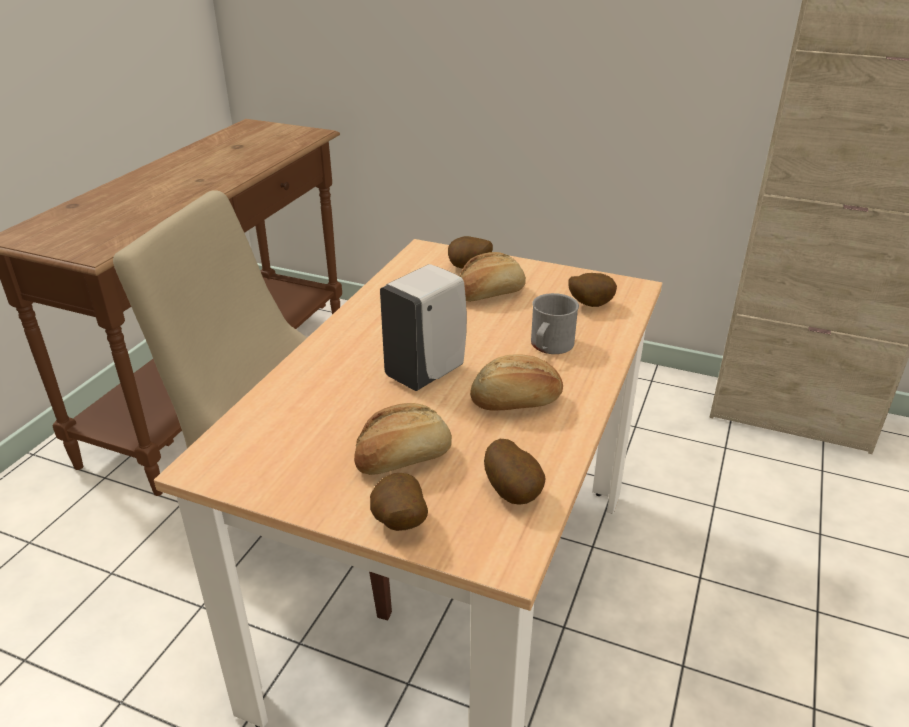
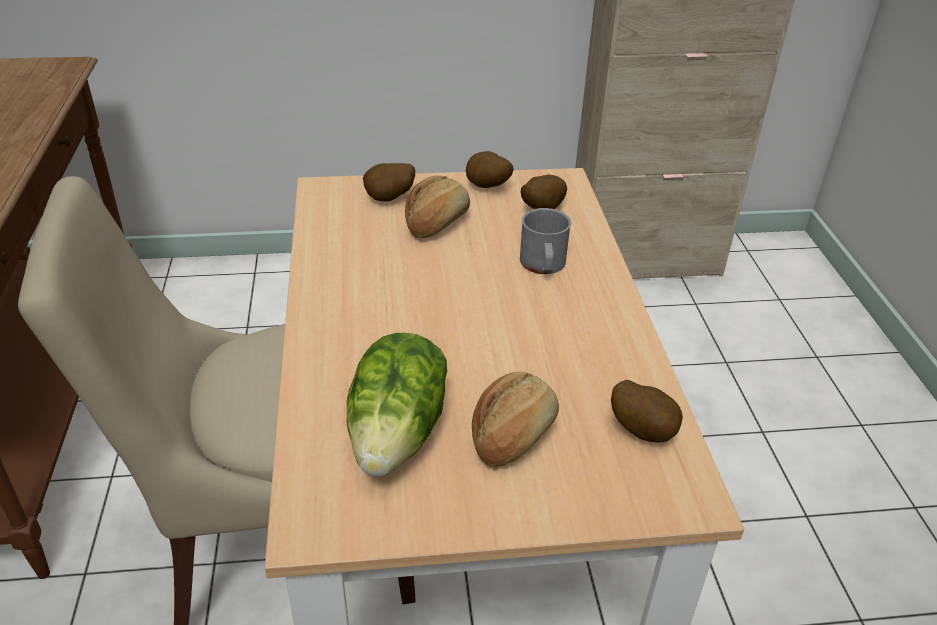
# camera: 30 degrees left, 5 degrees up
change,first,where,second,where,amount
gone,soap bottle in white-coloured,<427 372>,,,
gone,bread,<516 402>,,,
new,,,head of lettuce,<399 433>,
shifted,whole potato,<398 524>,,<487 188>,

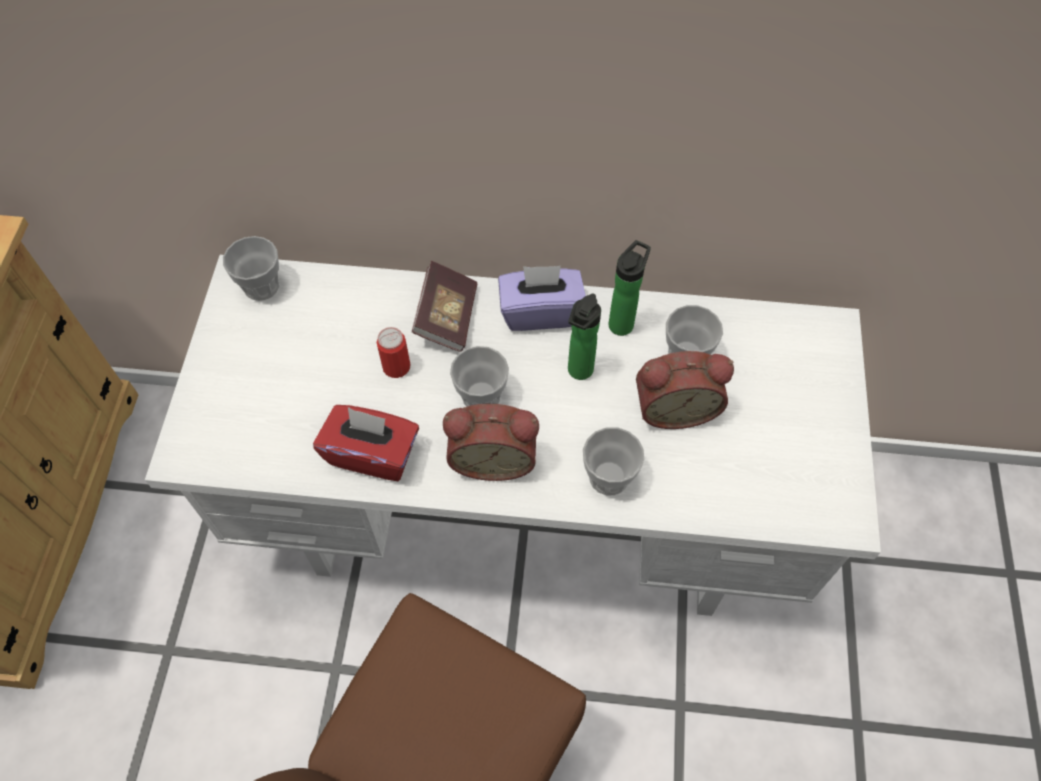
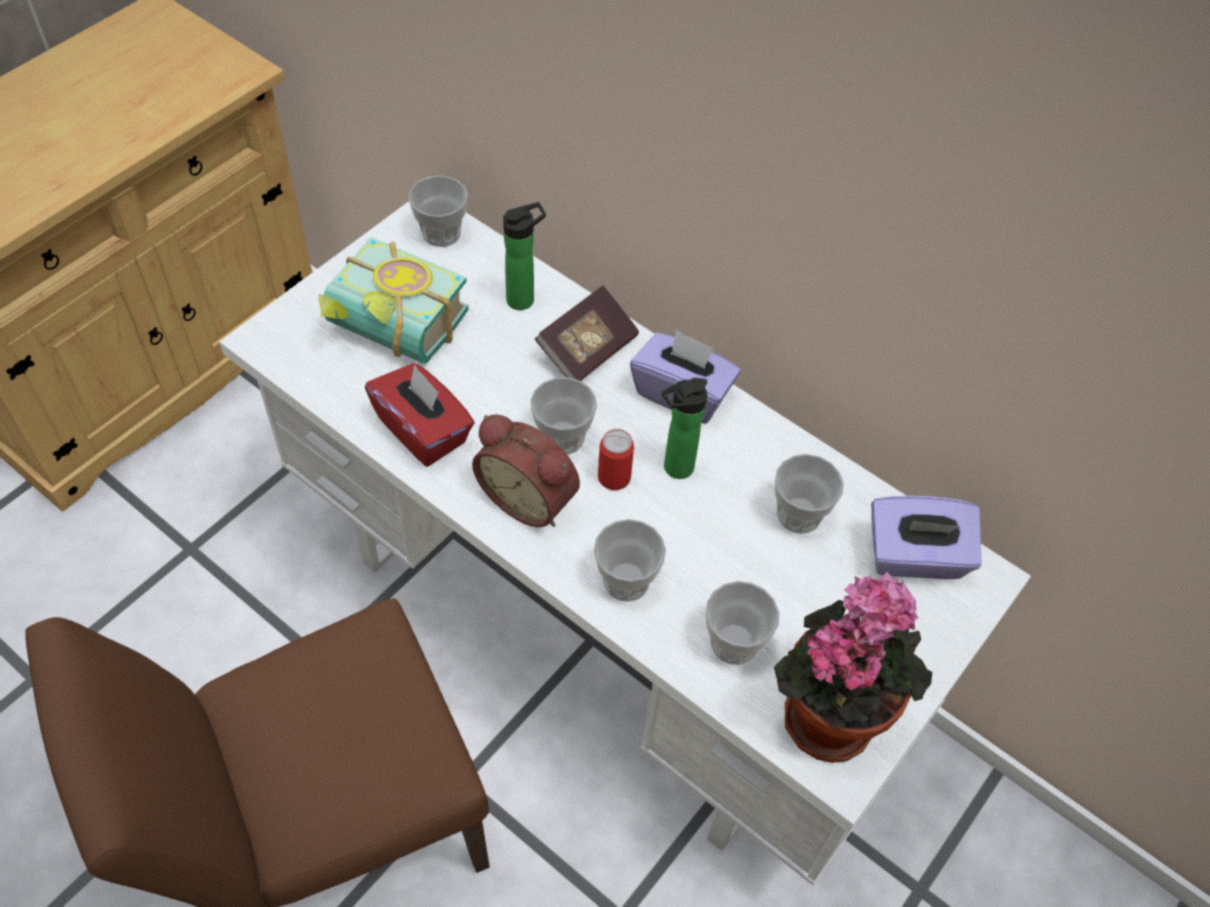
# camera: 30 degrees right, 5 degrees down
change,first,where,second,where,amount
gone,bedside clock,<674 407>,,,
new,,,book,<390 332>,
new,,,small cup,<734 643>,
new,,,potted plant,<830 712>,
new,,,box of tissues in purplish,<915 557>,
shifted,metal can,<396 366>,,<614 477>,
shifted,beverage bottle,<623 322>,,<524 299>,

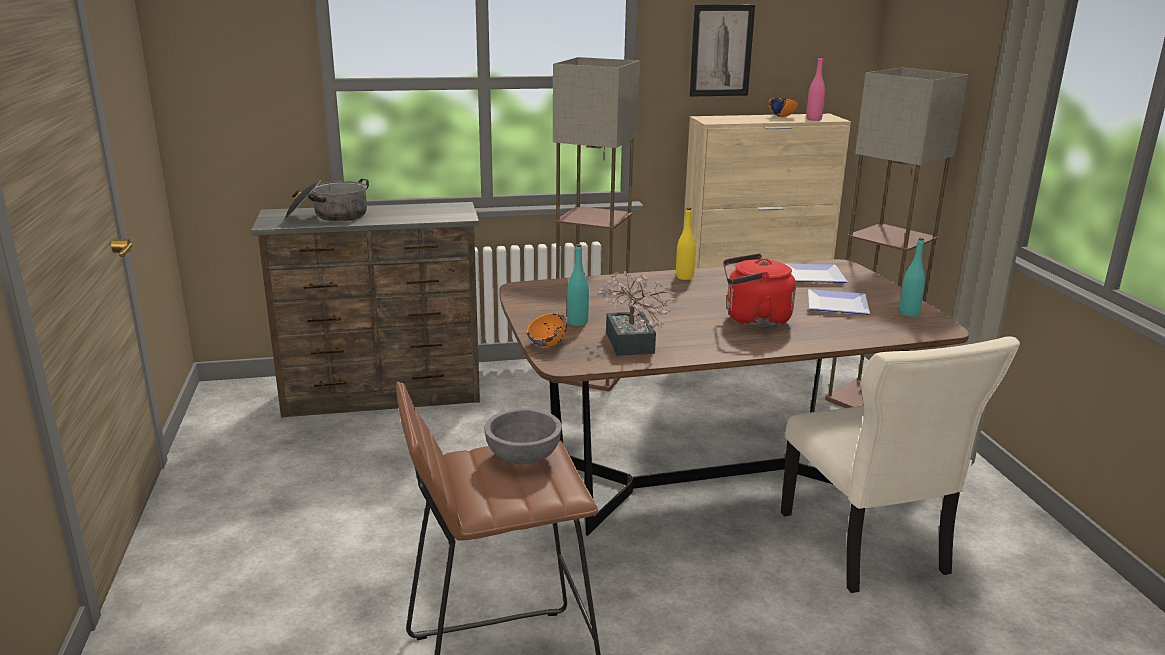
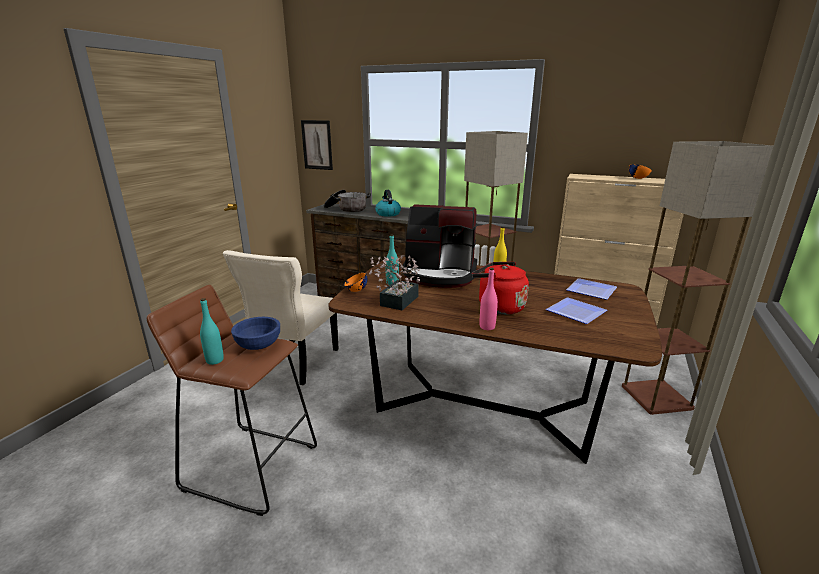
# camera: 35 degrees right, 0 degrees up
change,first,where,second,where,amount
new,,,kettle,<387 214>,
new,,,coffee maker,<440 274>,
shifted,wall picture,<721 50>,,<317 145>,
shifted,chair in sand-coloured,<865 546>,,<294 363>,
shifted,beverage bottle in pinkish,<814 119>,,<487 327>,
shifted,beverage bottle in turquoise-coloured,<909 313>,,<215 360>,
repainted,deep dish in gray,<522 457>,deep dish in blue,<258 345>,

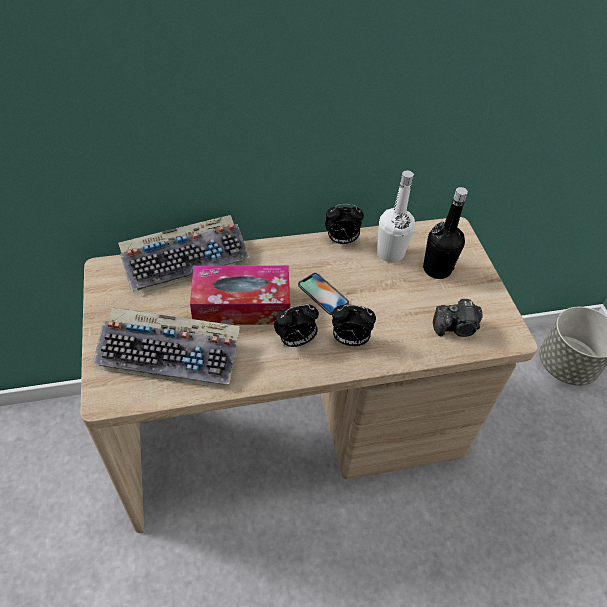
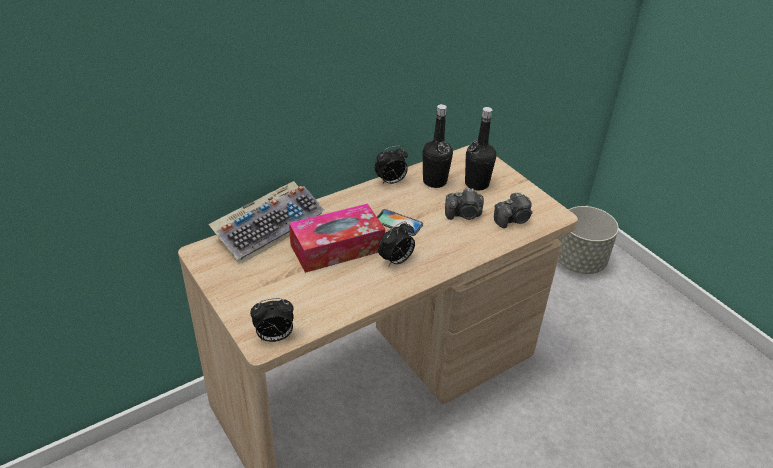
# camera: 20 degrees left, 10 degrees down
change,first,where,second,where,amount
gone,keyboard,<172 354>,,,
new,,,photo camera,<464 215>,
shifted,bedside clock,<349 340>,,<274 337>,
repainted,beverage bottle in white-coloured,<390 253>,beverage bottle in black-coloured,<434 181>,

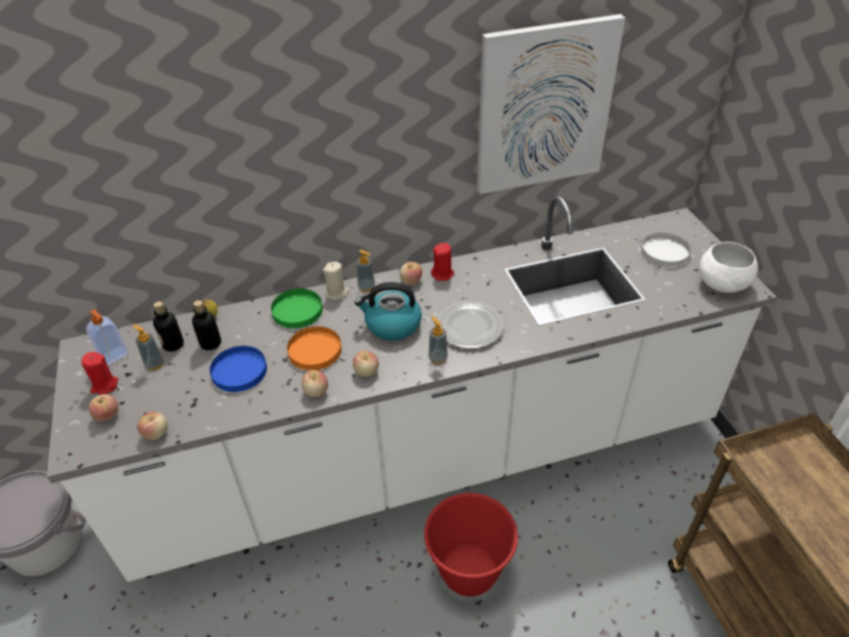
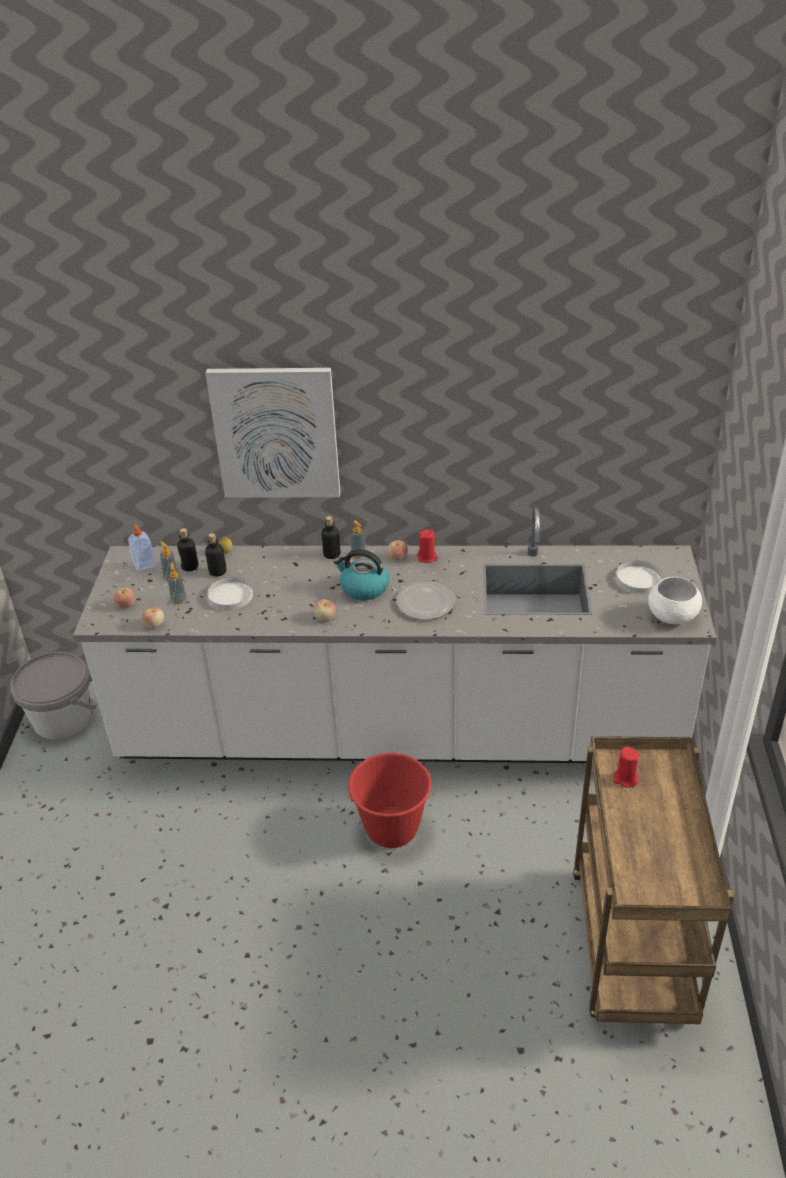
# camera: 20 degrees right, 5 degrees down
change,first,where,second,where,amount
gone,plate in green-coloured,<297 311>,,,
gone,plate in orange,<315 350>,,,
gone,whole apple,<316 391>,,,
shifted,wax light in reddish,<104 386>,,<625 779>,
shifted,soap bottle,<438 358>,,<179 600>,
shifted,wall picture,<544 107>,,<276 433>,
swapped,wax light in sand-coloured,<336 293>,beverage bottle,<332 554>,
repainted,plate in blue,<239 370>,plate in white-coloured,<230 596>,

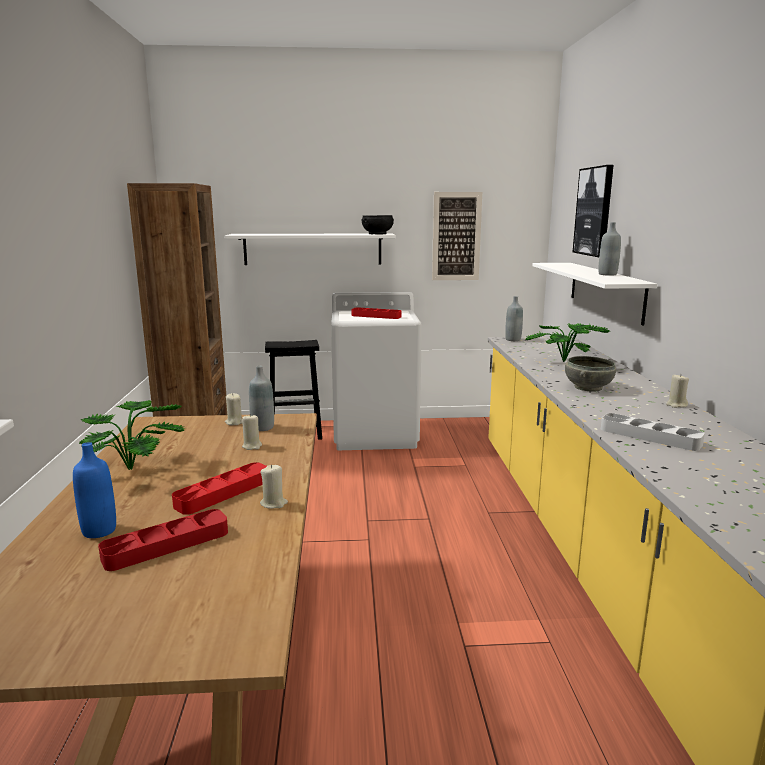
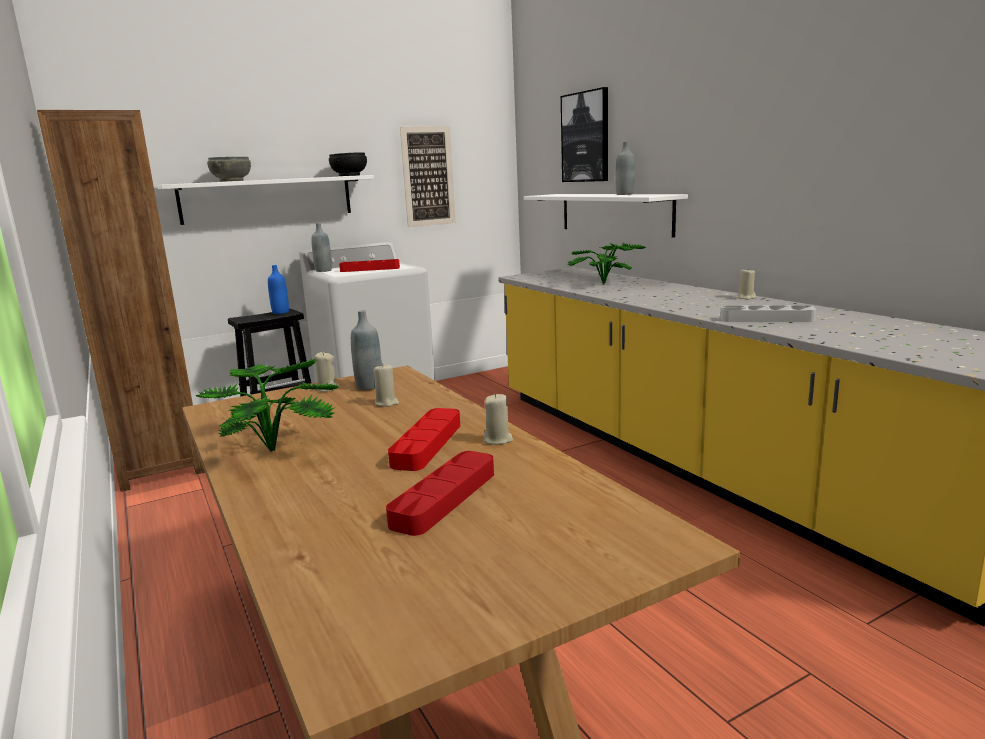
# camera: 25 degrees left, 0 degrees up
change,first,where,second,where,amount
shifted,beverage bottle in blue,<99 530>,,<280 312>,
shifted,beverage bottle in gray,<513 339>,,<323 270>,
shifted,deep dish in gray,<587 387>,,<231 181>,

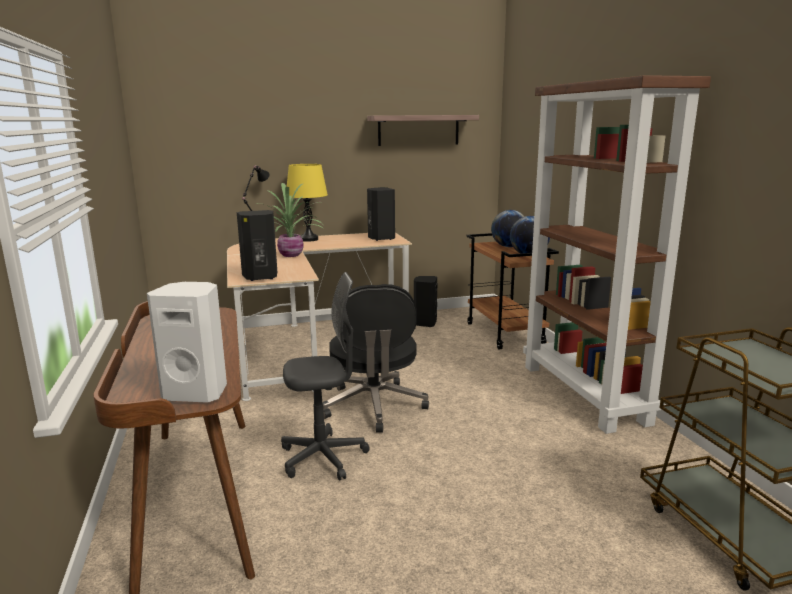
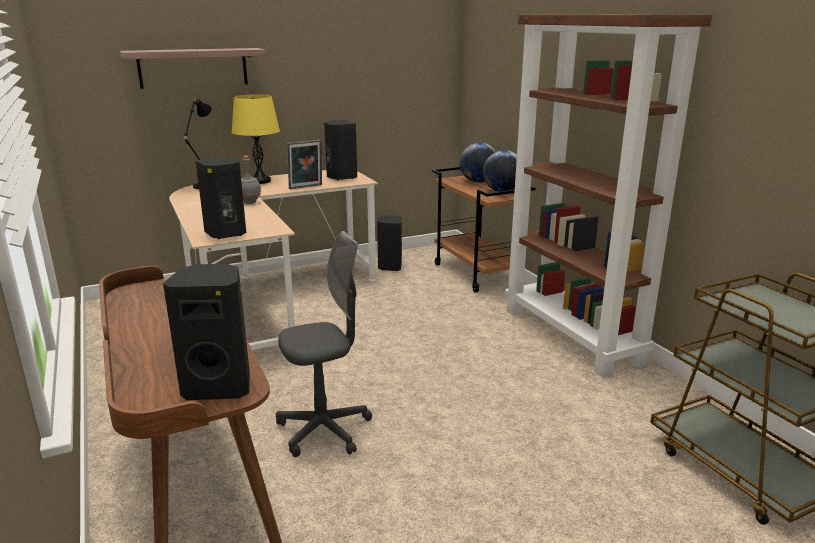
# camera: 10 degrees left, 5 degrees up
change,first,where,second,where,amount
gone,desk chair in black-coloured,<374 406>,,,
new,,,picture frame,<306 187>,
shifted,wall shelf,<418 130>,,<193 68>,
swapped,potted plant,<292 255>,beverage bottle in gray,<250 202>,
repainted,audio speaker in white-coloured,<197 392>,audio speaker in black-coloured,<219 386>,

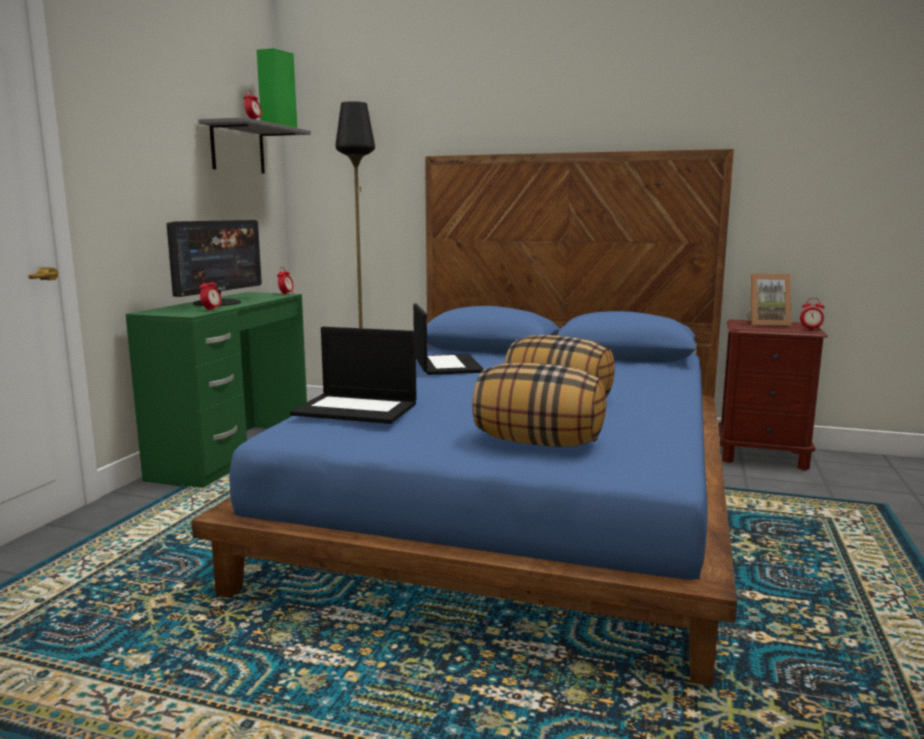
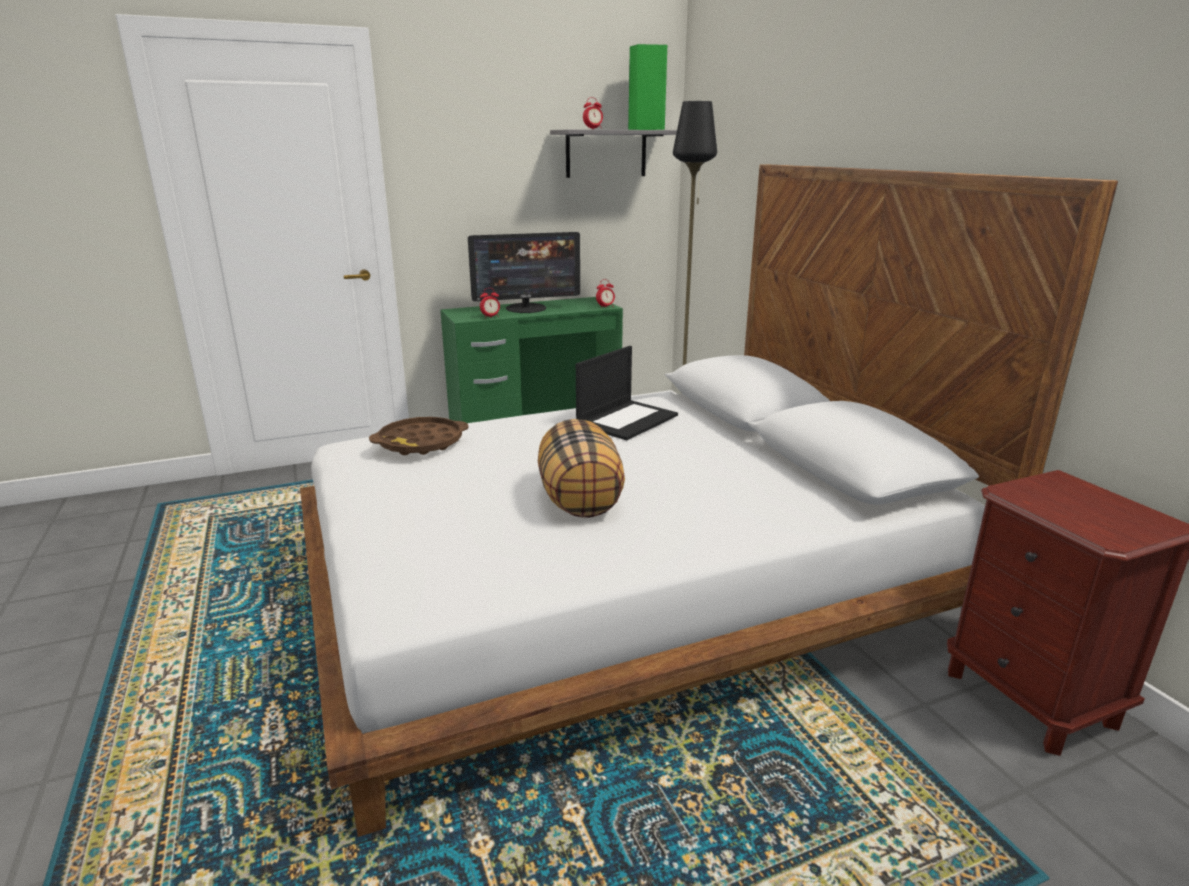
# camera: 50 degrees right, 10 degrees up
change,first,where,second,where,amount
gone,cushion,<538 443>,,,
gone,picture frame,<766 324>,,,
gone,bedside clock,<811 329>,,,
swapped,notebook computer,<357 409>,carrying tray in brown-coloured,<421 443>,
repainted,bed in blue,<521 501>,bed in white-coloured,<621 589>,

